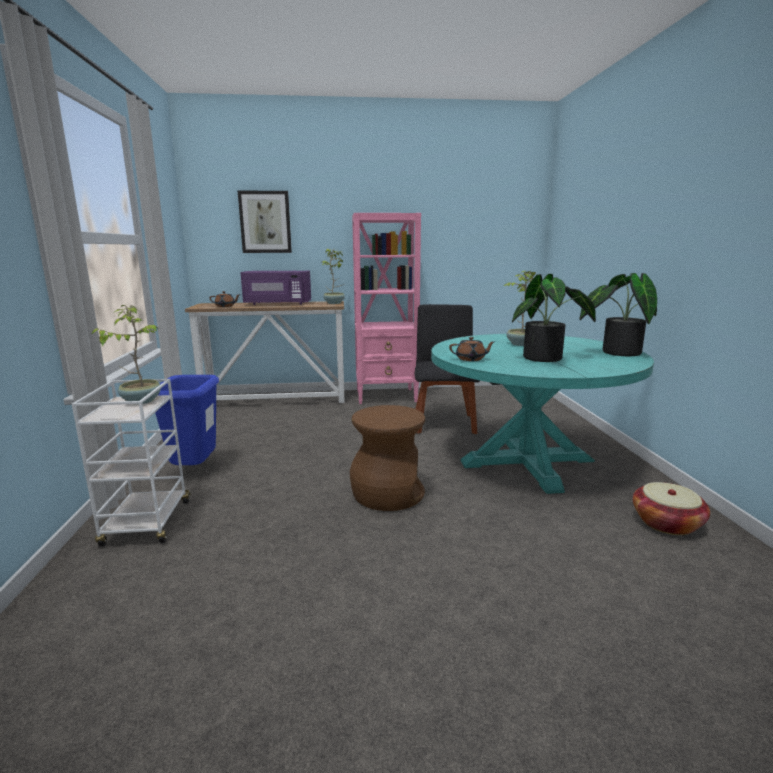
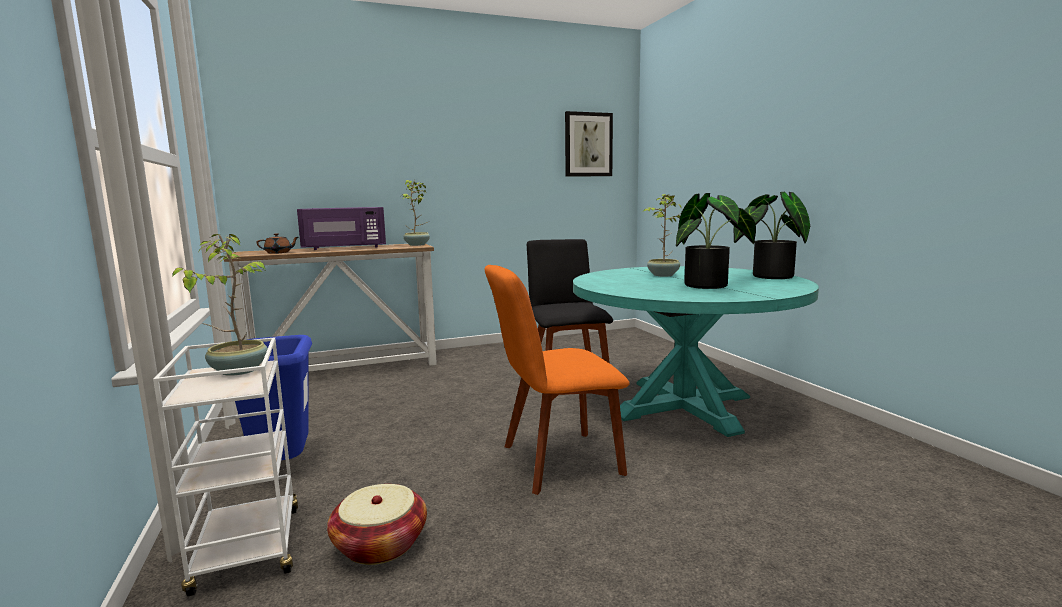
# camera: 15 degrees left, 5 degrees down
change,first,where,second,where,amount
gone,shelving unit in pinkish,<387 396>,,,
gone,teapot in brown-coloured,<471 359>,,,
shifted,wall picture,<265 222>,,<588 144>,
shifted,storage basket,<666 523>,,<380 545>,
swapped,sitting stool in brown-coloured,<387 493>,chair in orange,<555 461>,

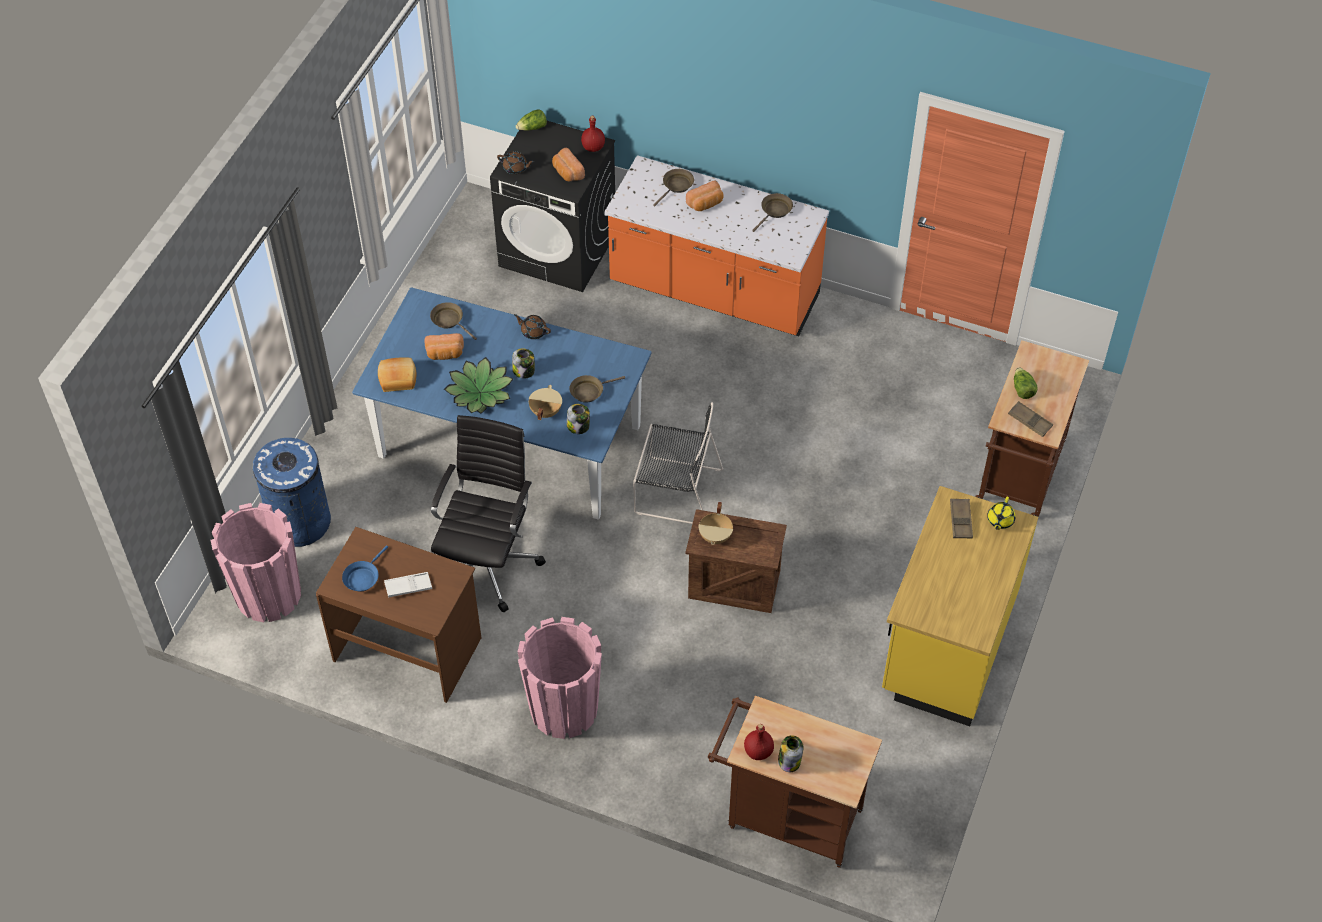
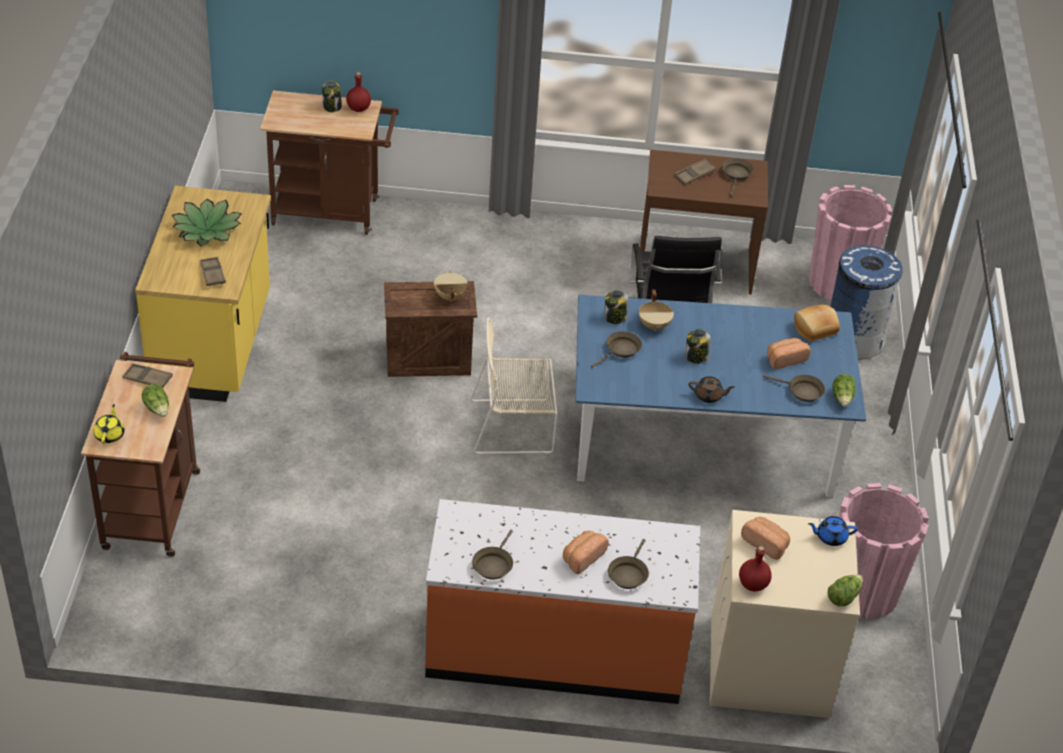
# camera: 160 degrees right, 10 degrees down
change,first,where,second,where,amount
new,,,head of lettuce,<842 398>,
shifted,potted plant,<480 392>,,<207 230>,
shifted,plant pot in pinkish,<564 709>,,<863 592>,
shifted,teapot in yellow-coloured,<1000 520>,,<110 435>,
repainted,pan in blue,<363 577>,pan in brown-coloured,<736 175>,
repainted,carrying tray in white-coloured,<408 586>,carrying tray in brown-coloured,<694 174>,
repainted,laundry machine in black-coloured,<558 249>,laundry machine in sand-coloured,<768 666>,
repainted,teapot in brown-coloured,<515 168>,teapot in blue,<830 537>,
repainted,chair in black-coloured,<675 491>,chair in sand-coloured,<515 426>,

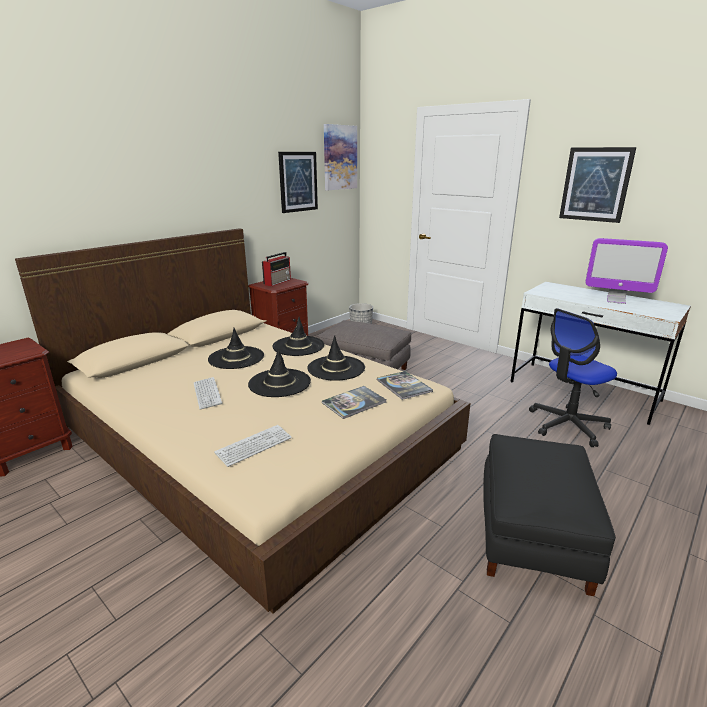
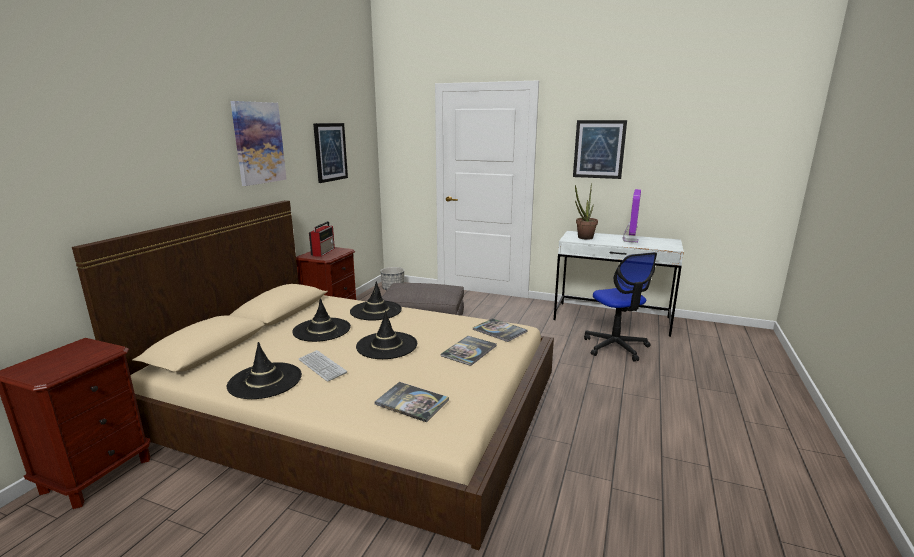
# camera: 20 degrees left, 5 degrees down
change,first,where,second,where,amount
gone,pouffe in black-coloured,<533 536>,,,
new,,,potted plant,<583 238>,
shifted,hat in black-coloured,<336 368>,,<265 381>,
shifted,wall picture,<340 157>,,<258 143>,
swapped,keyboard,<254 446>,book,<412 402>,
rotated,desk chair,<567 425>,,<615 347>,60 degrees counterclockwise
rotated,monitor,<616 300>,,<630 240>,75 degrees counterclockwise

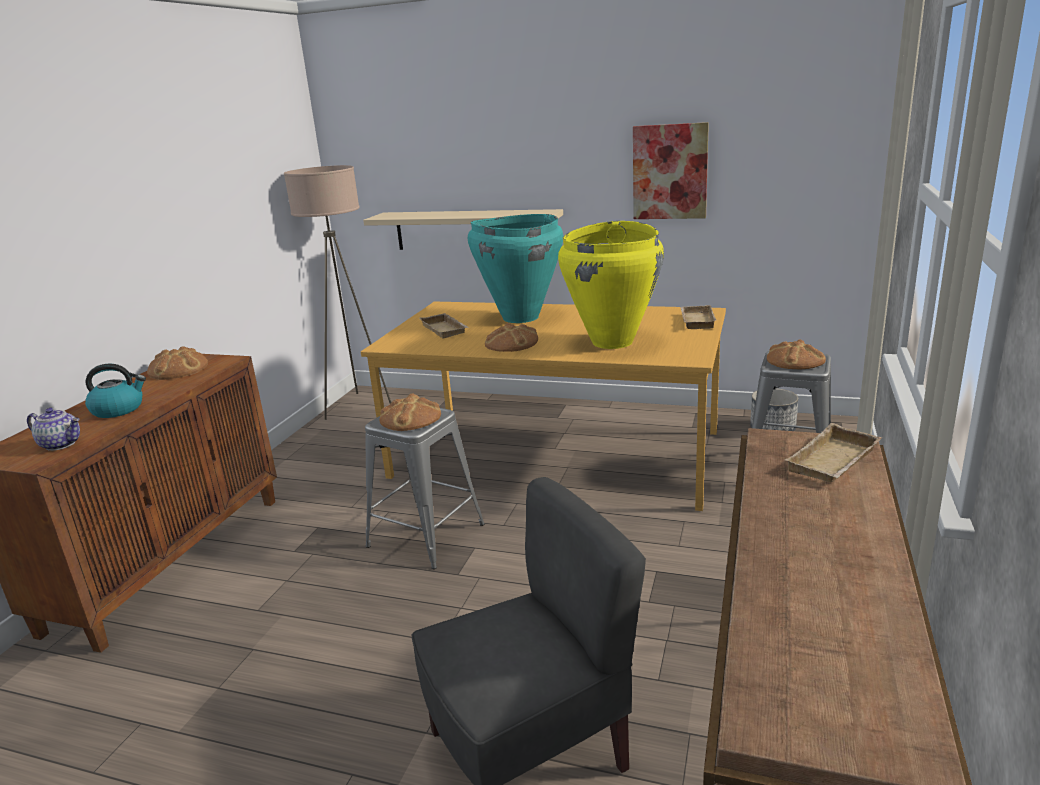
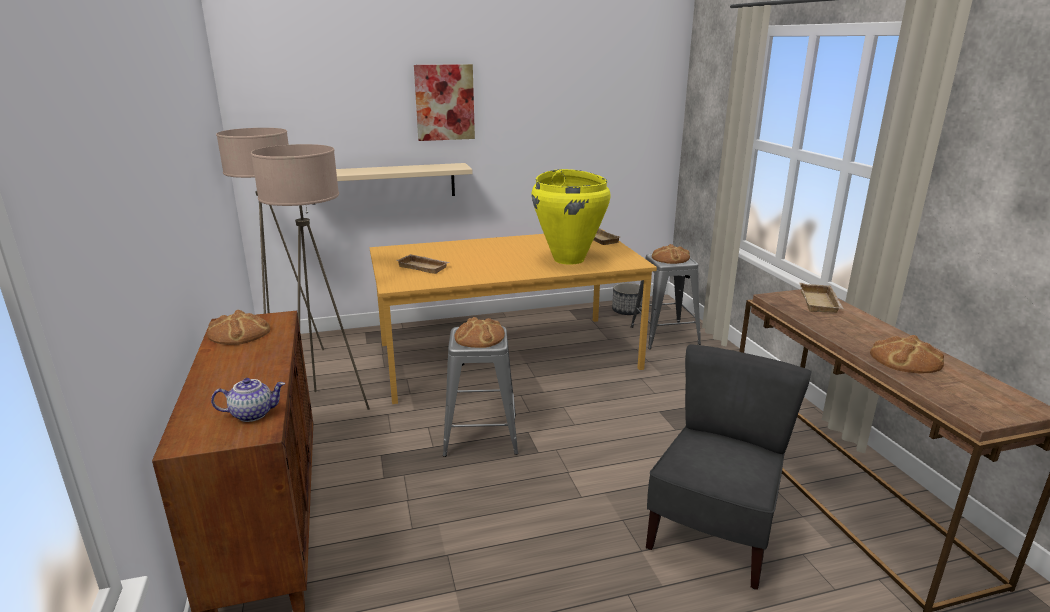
# camera: 35 degrees left, 0 degrees up
change,first,where,second,where,amount
gone,kettle,<119 409>,,,
gone,vase in turquoise-coloured,<521 317>,,,
new,,,standing lamp in sand-coloured,<327 409>,
shifted,bread,<511 343>,,<905 359>,
shifted,wall picture,<670 172>,,<444 102>,

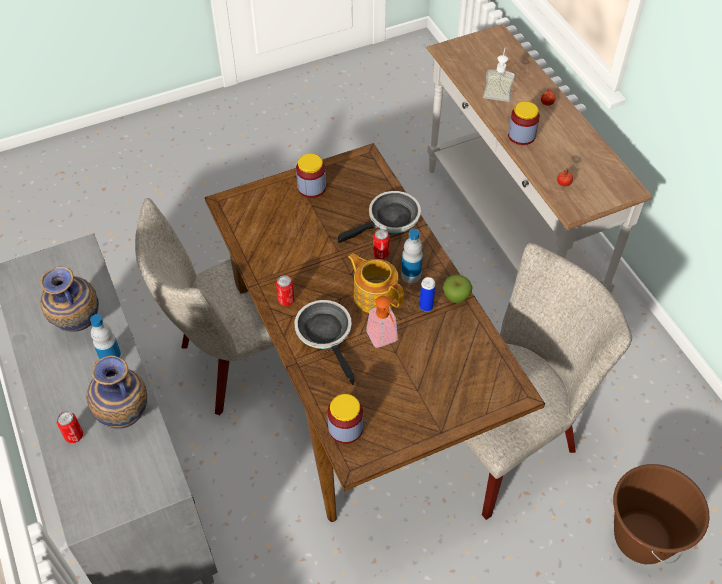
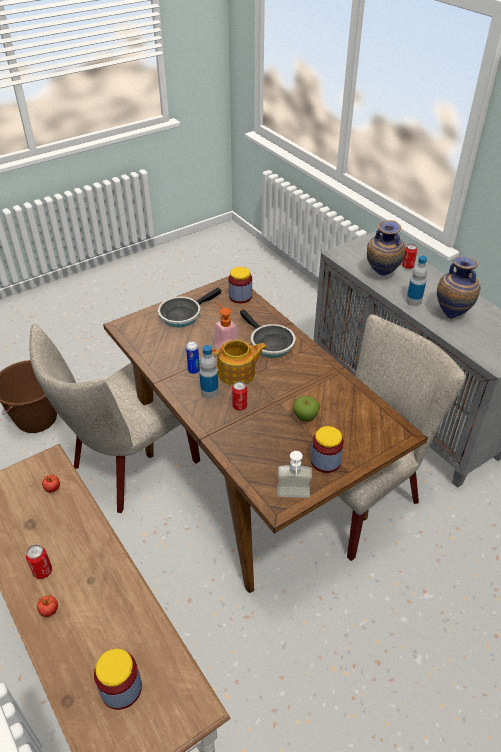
# camera: 170 degrees right, 10 degrees down
change,first,where,second,where,amount
shifted,metal can,<286 300>,,<42 571>,
shifted,pan,<390 220>,,<183 314>,
shifted,whole apple,<456 297>,,<305 417>,
shifted,soap bottle,<497 93>,,<293 498>,
shifted,jar,<521 135>,,<121 688>,
rotated,teapot,<375 295>,,<237 373>,45 degrees counterclockwise

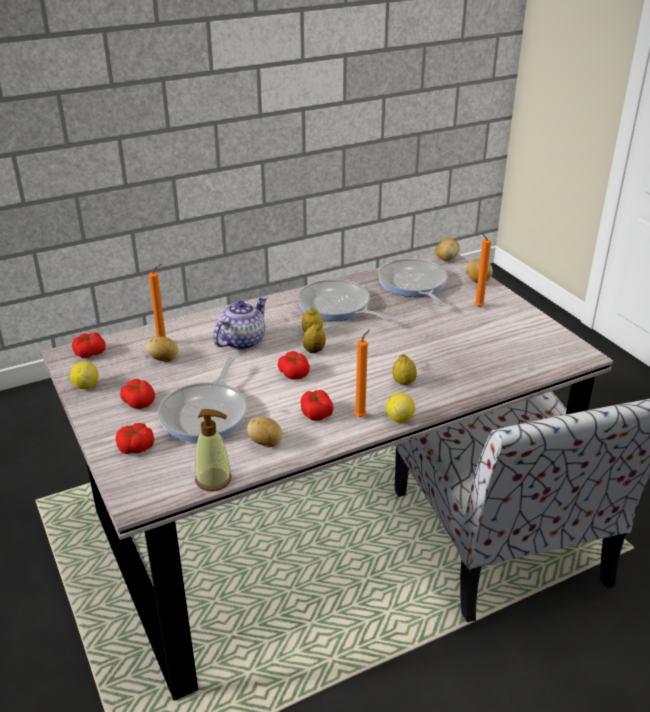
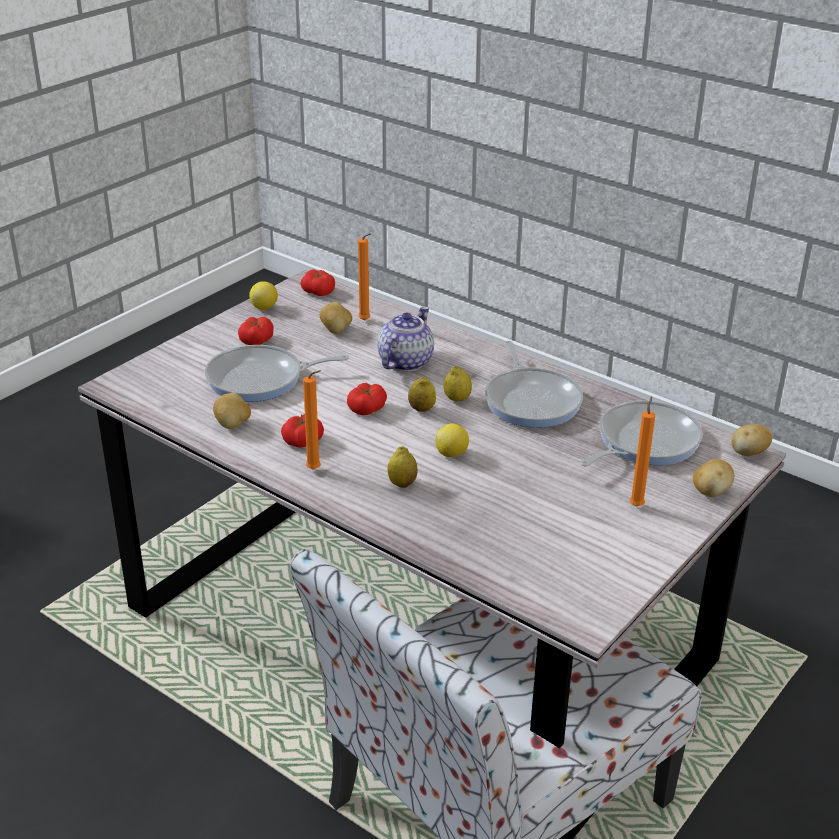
# camera: 65 degrees right, 0 degrees up
change,first,where,second,where,amount
gone,fresh tomato,<136 447>,,,
gone,soap bottle,<214 479>,,,
shifted,lemon,<399 418>,,<452 454>,
rotated,teapot,<242 341>,,<405 361>,75 degrees counterclockwise
rotated,pan,<337 307>,,<531 400>,150 degrees clockwise

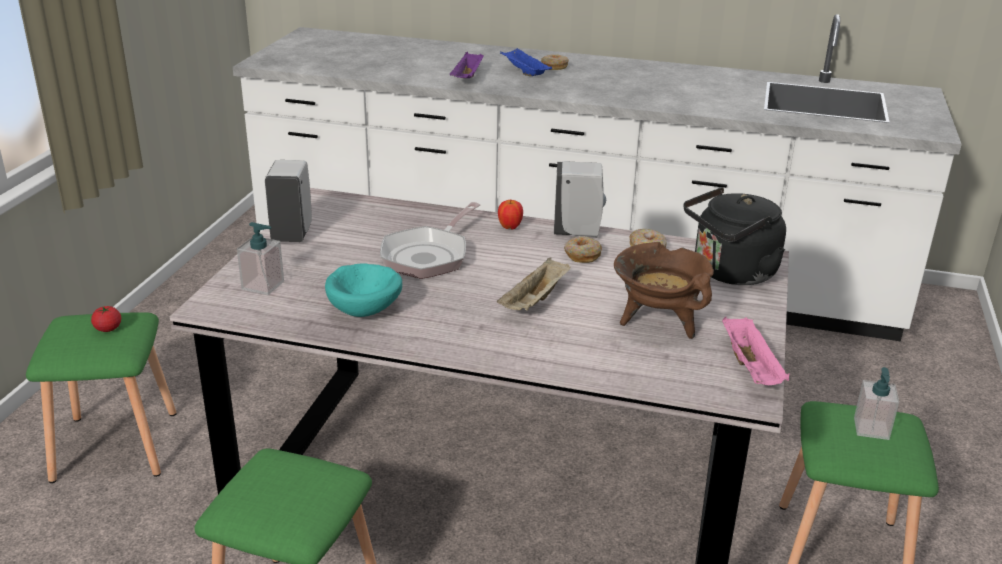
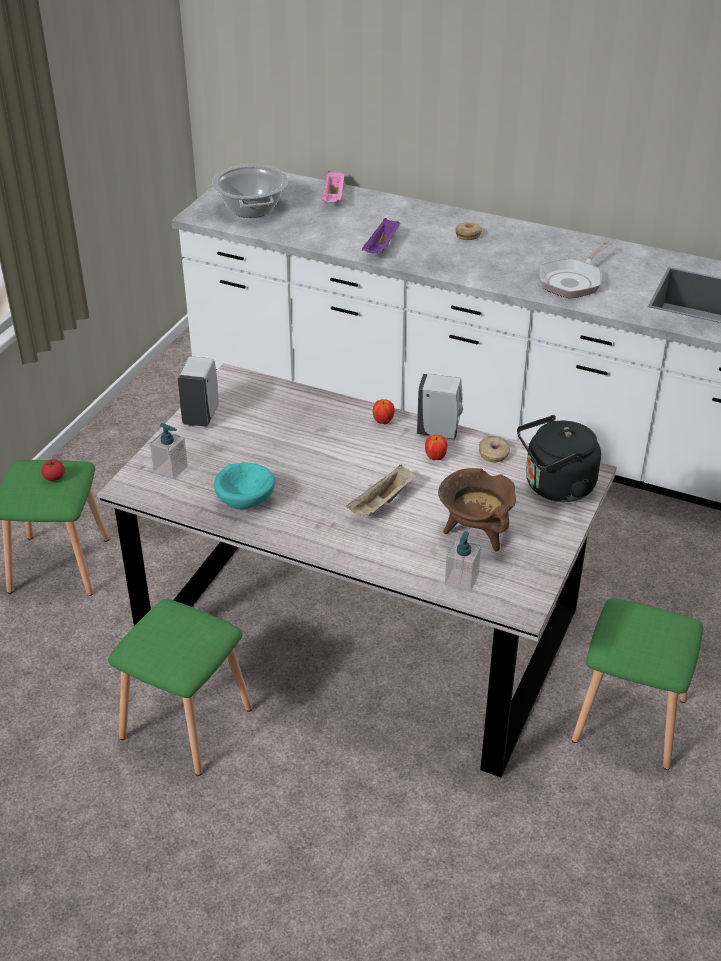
# camera: 10 degrees right, 10 degrees up
change,first,where,second,where,amount
gone,carrying tray in blue,<524 72>,,,
new,,,cooking pot,<252 209>,
shifted,pan,<428 256>,,<573 281>,
shifted,carrying tray in pinkish,<751 368>,,<333 197>,
shifted,soap bottle,<871 428>,,<461 580>,
swapped,ring doughnut,<582 255>,whole apple,<435 457>,

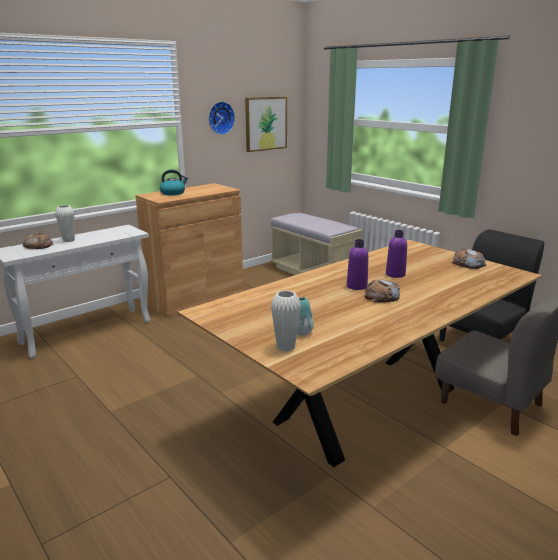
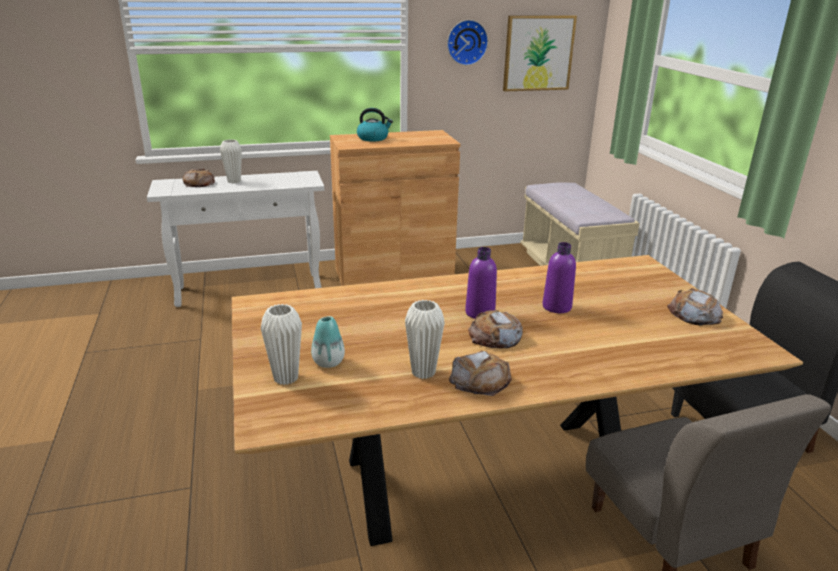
# camera: 25 degrees right, 5 degrees up
change,first,where,second,where,amount
new,,,vase in white-coloured,<423 372>,
new,,,bread,<480 380>,

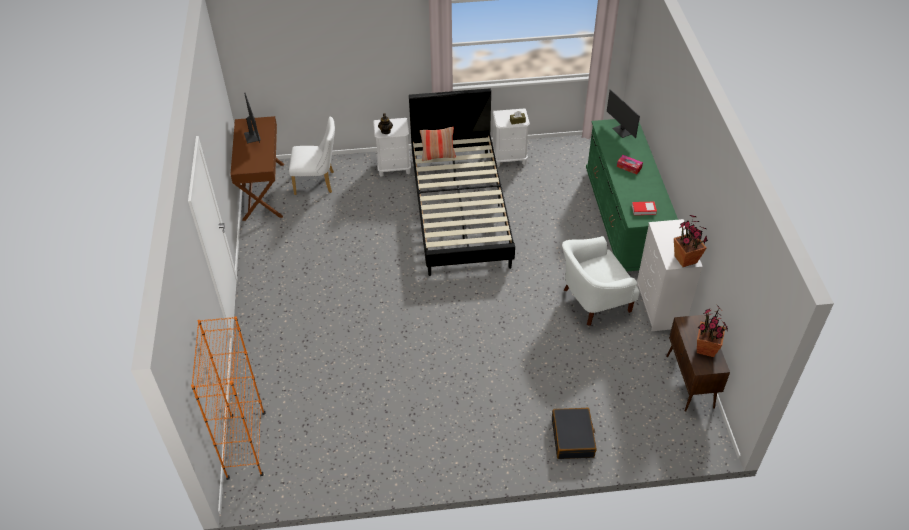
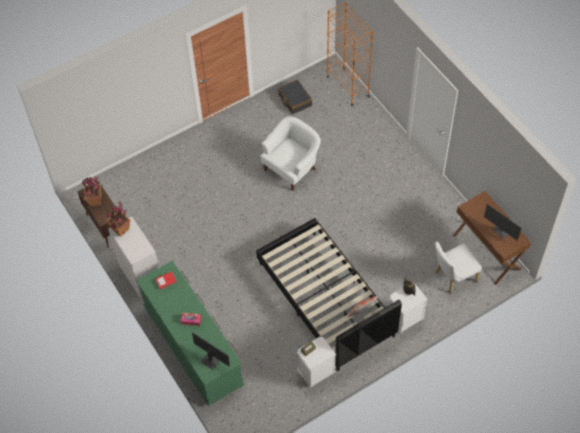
# camera: 155 degrees right, 10 degrees up
change,first,where,second,where,amount
shifted,travel case in black-coloured,<573 438>,,<295 100>,
shifted,lounge chair in white-coloured,<593 301>,,<292 168>,

